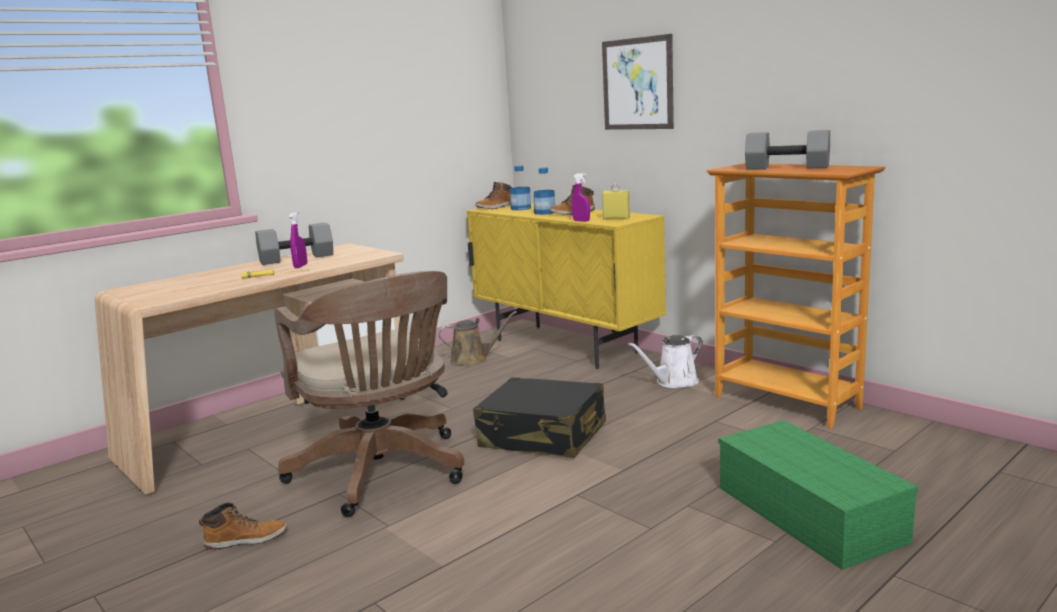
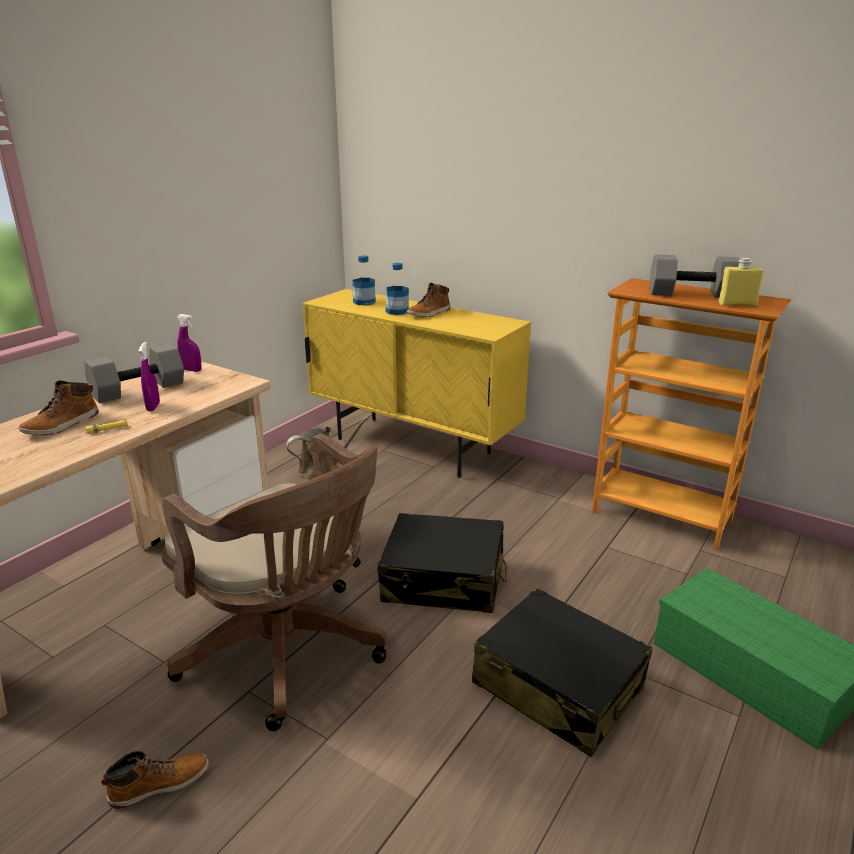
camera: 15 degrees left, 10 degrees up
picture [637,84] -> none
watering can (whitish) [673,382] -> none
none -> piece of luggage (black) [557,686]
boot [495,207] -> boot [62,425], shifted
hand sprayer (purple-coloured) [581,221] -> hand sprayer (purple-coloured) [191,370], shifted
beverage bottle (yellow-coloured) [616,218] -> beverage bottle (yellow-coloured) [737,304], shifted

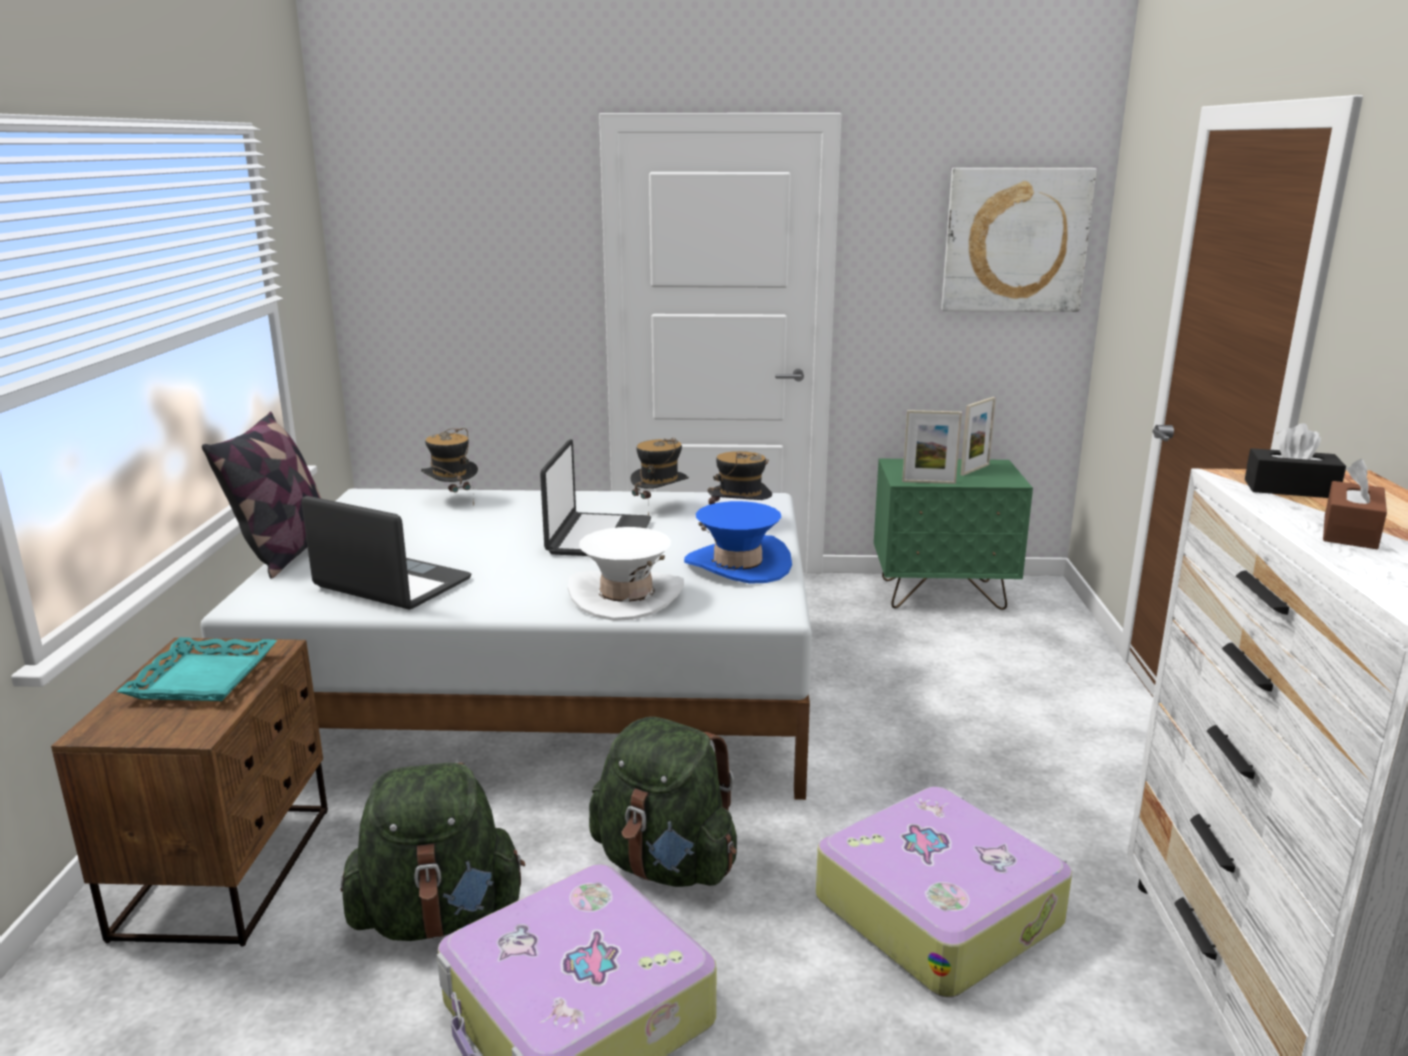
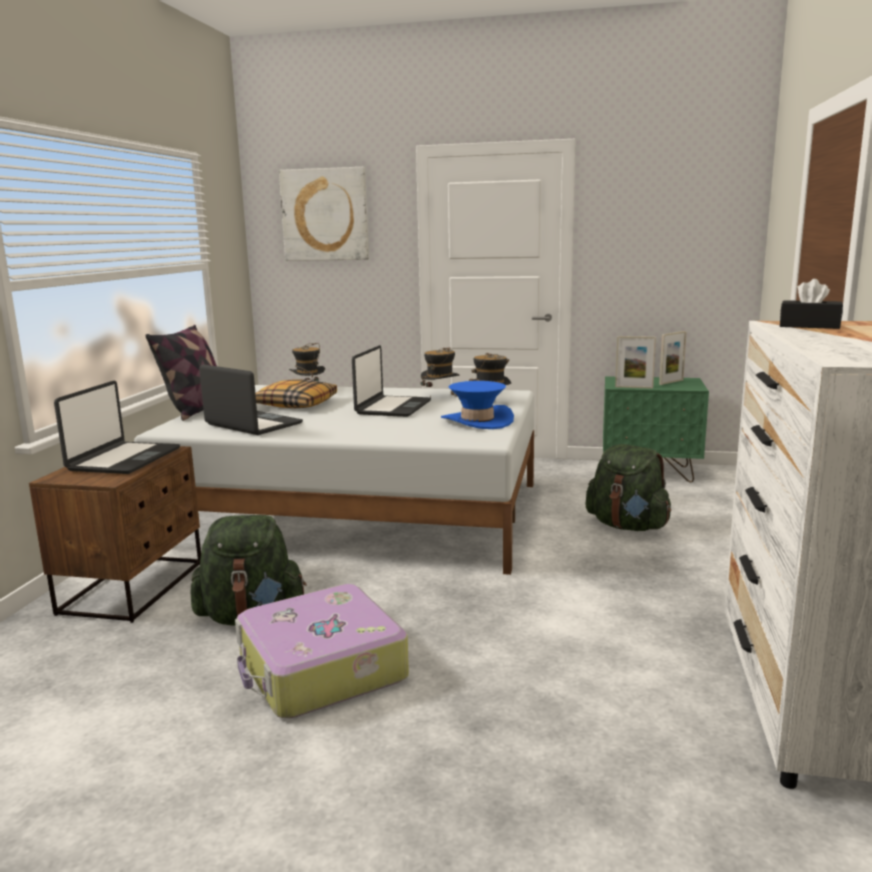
camera: 10 degrees right, 5 degrees down
clothing hat (whitish) [626,596] -> none
piece of luggage [938,909] -> none
box of tissues (brownish) [1350,532] -> none
none -> pillow [295,404]
backpack (green) [665,865] -> backpack (green) [627,526], shifted
picture [1015,240] -> picture [325,215], shifted
carrying tray (turquoise) [202,678] -> portable computer [123,459]

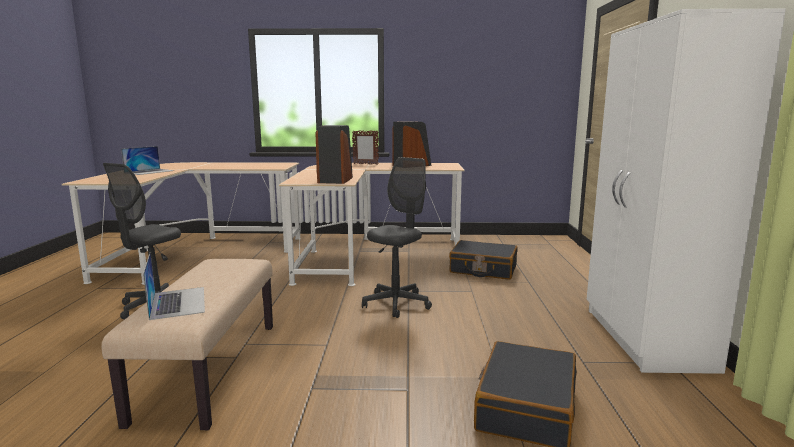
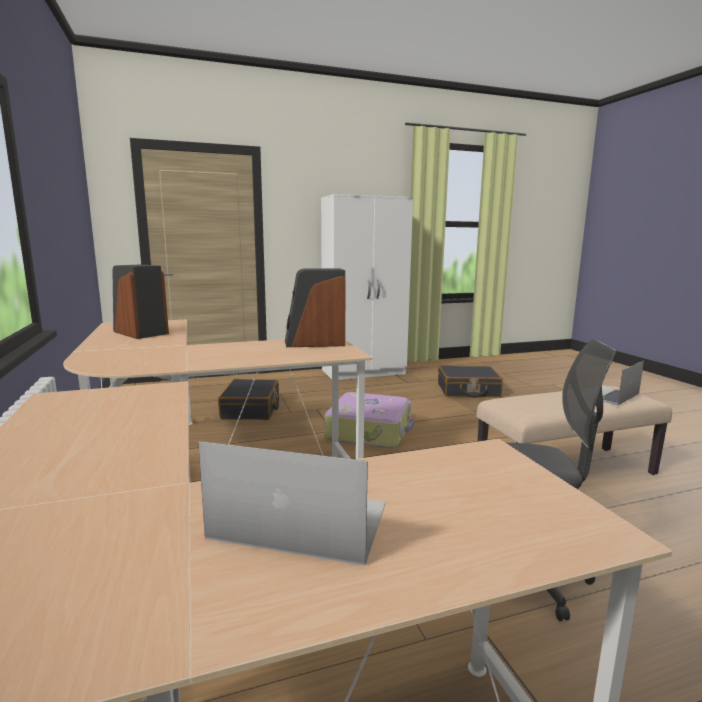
camera: 110 degrees left, 0 degrees up
standing frame [365,164] -> none
office chair (gray) [396,304] -> piece of luggage [370,431]

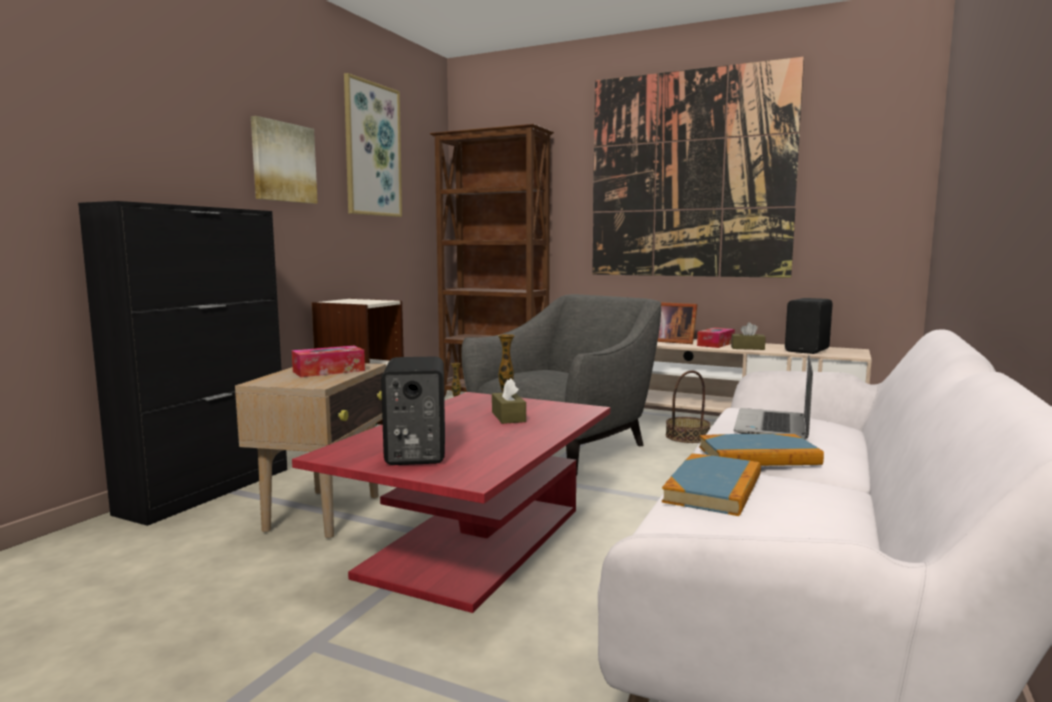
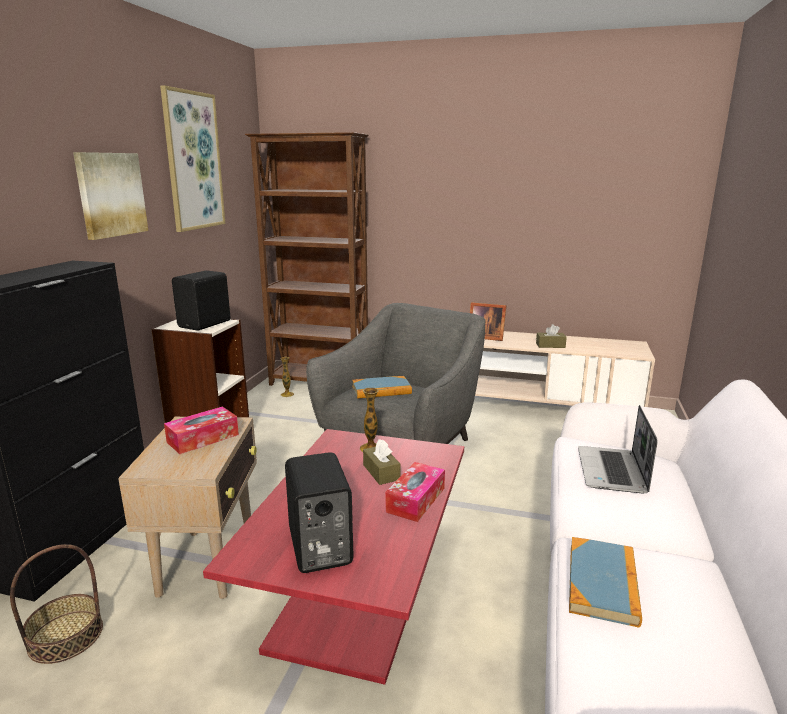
camera: 10 degrees left, 10 degrees up
picture [689,175] -> none
basket [687,437] -> basket [66,636], shifted
box of tissues [715,344] -> box of tissues [415,500], shifted
book [758,455] -> book [381,390], shifted
speaker (black) [808,350] -> speaker (black) [206,324], shifted

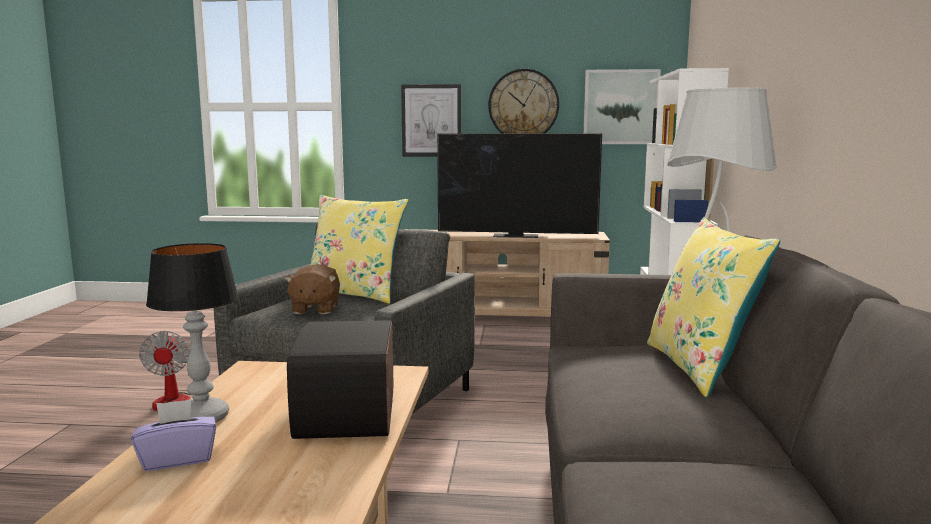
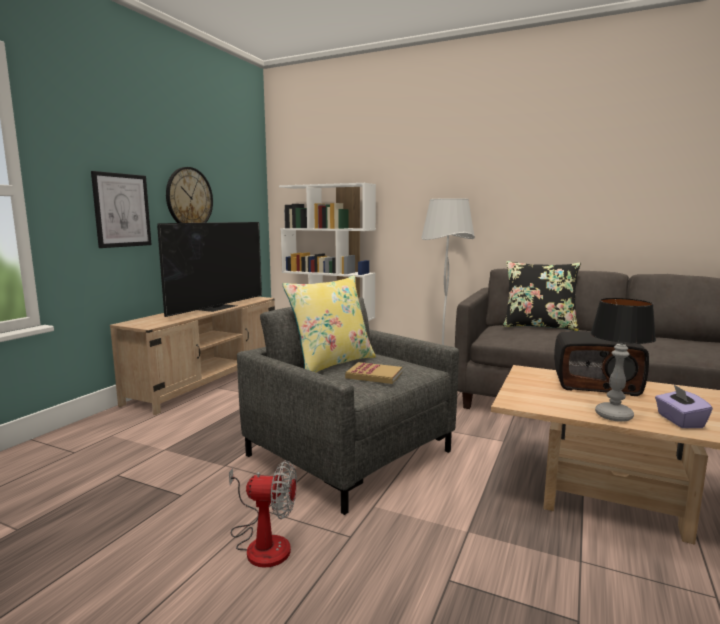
camera: 70 degrees left, 0 degrees up
picture [620,107] -> none
soft toy (brownish) [314,309] -> book [374,375]
pillow (yellow-coloured) [700,367] -> pillow (black) [539,326]

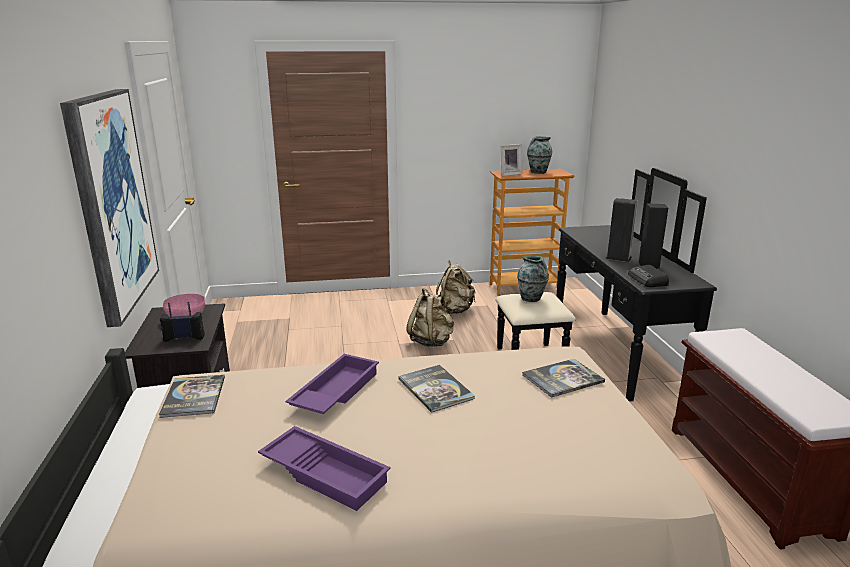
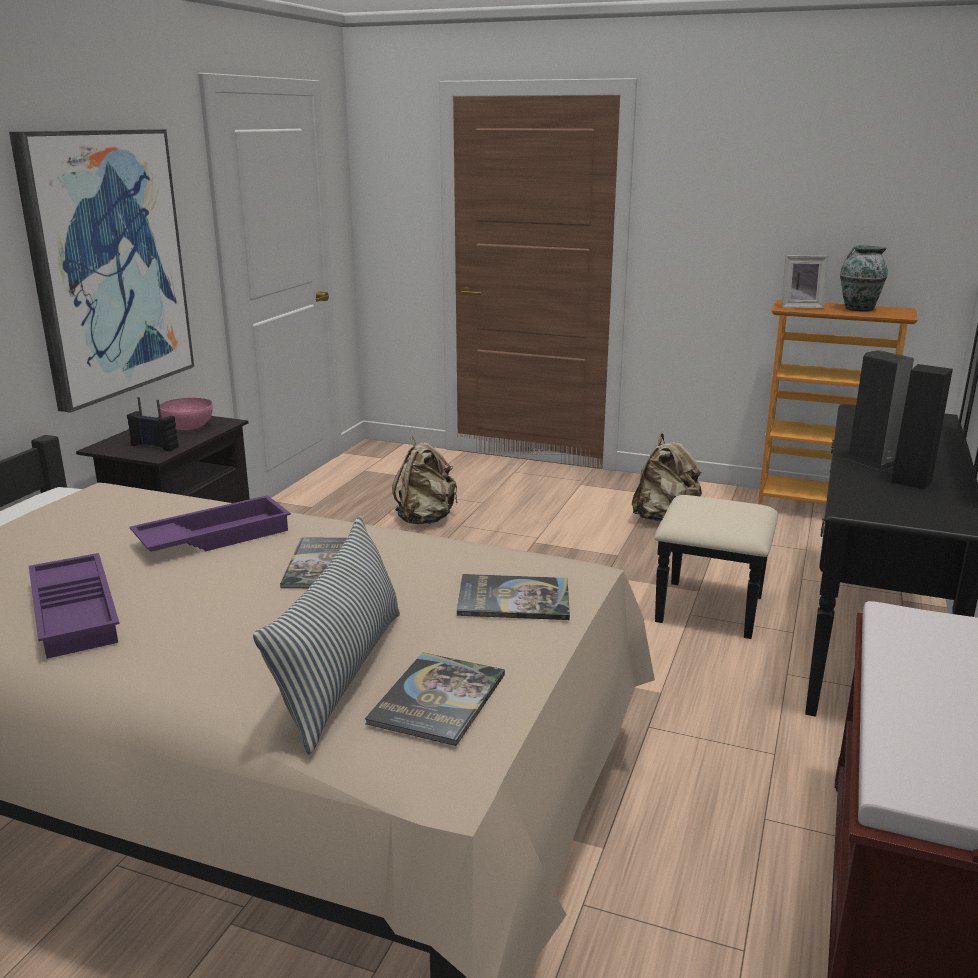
camera: 30 degrees right, 0 degrees up
vase [531,298] -> none
radio receiver [648,280] -> none
none -> pillow [341,673]
book [193,397] -> book [438,699], shifted
backpack (beige-coloured) [431,341] -> backpack (beige-coloured) [425,519], shifted

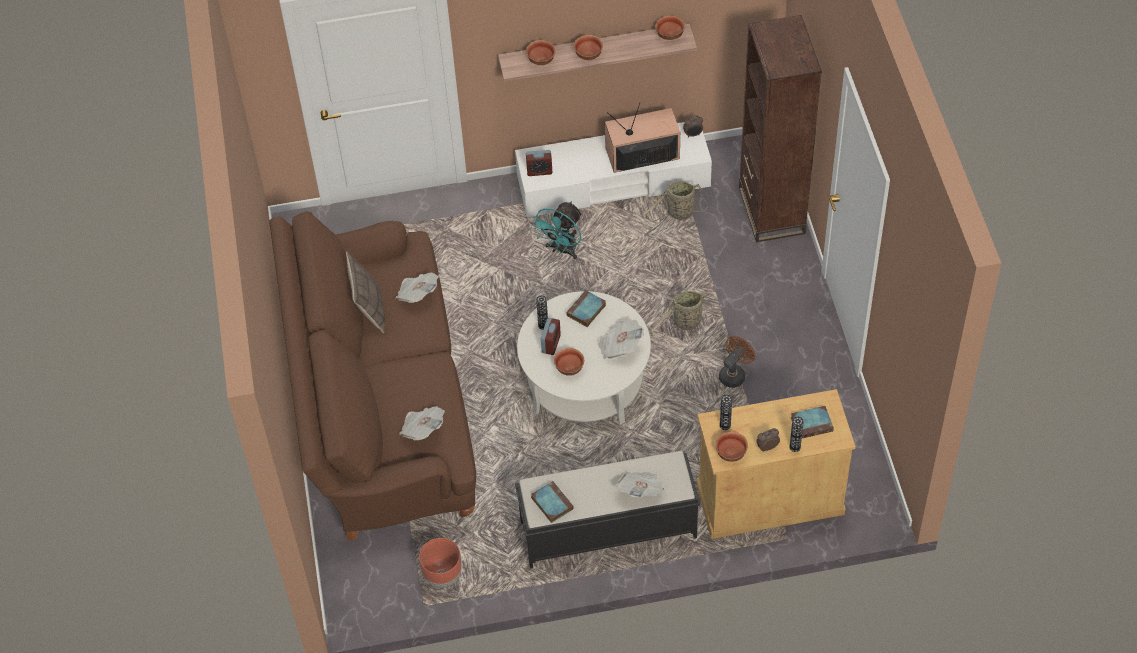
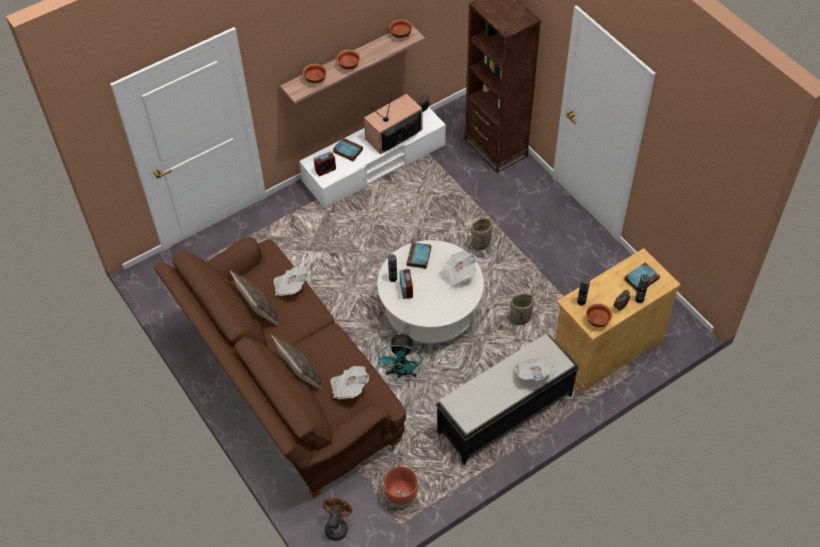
camera: 25 degrees left, 0 degrees up
bowl [569,368] -> none
none -> pillow [300,375]
electric fan (turquoise) [562,250] -> electric fan (turquoise) [401,373], shifted
book [551,503] -> book [347,151], shifted
basket [678,213] -> basket [519,319], shifted
electric fan (brownish) [734,374] -> electric fan (brownish) [337,526], shifted

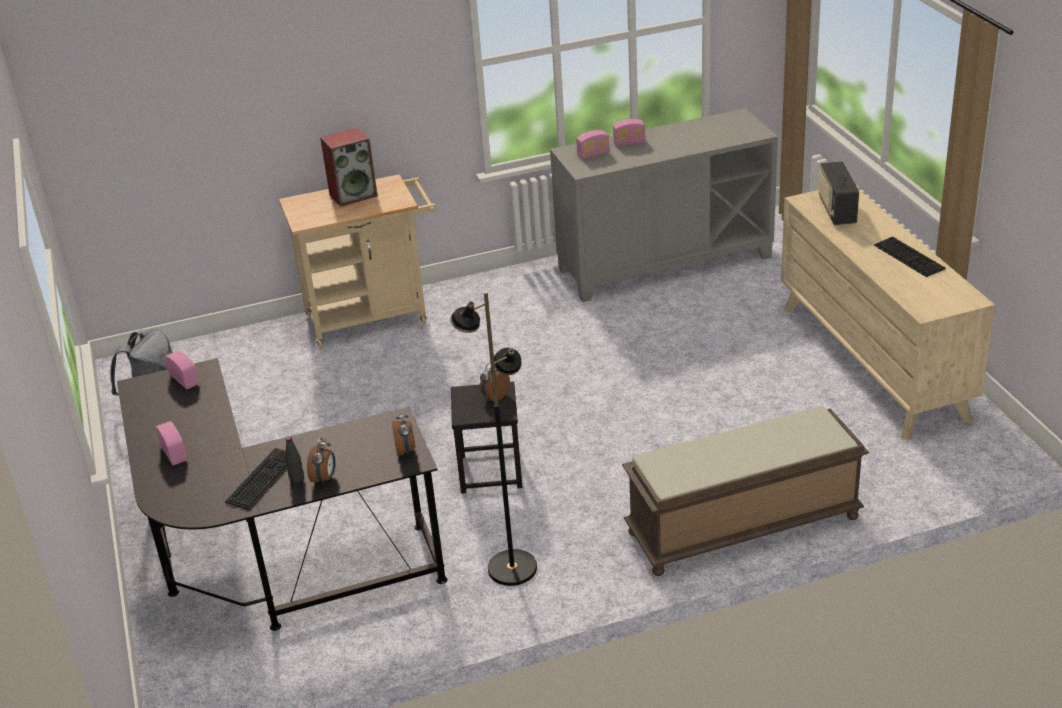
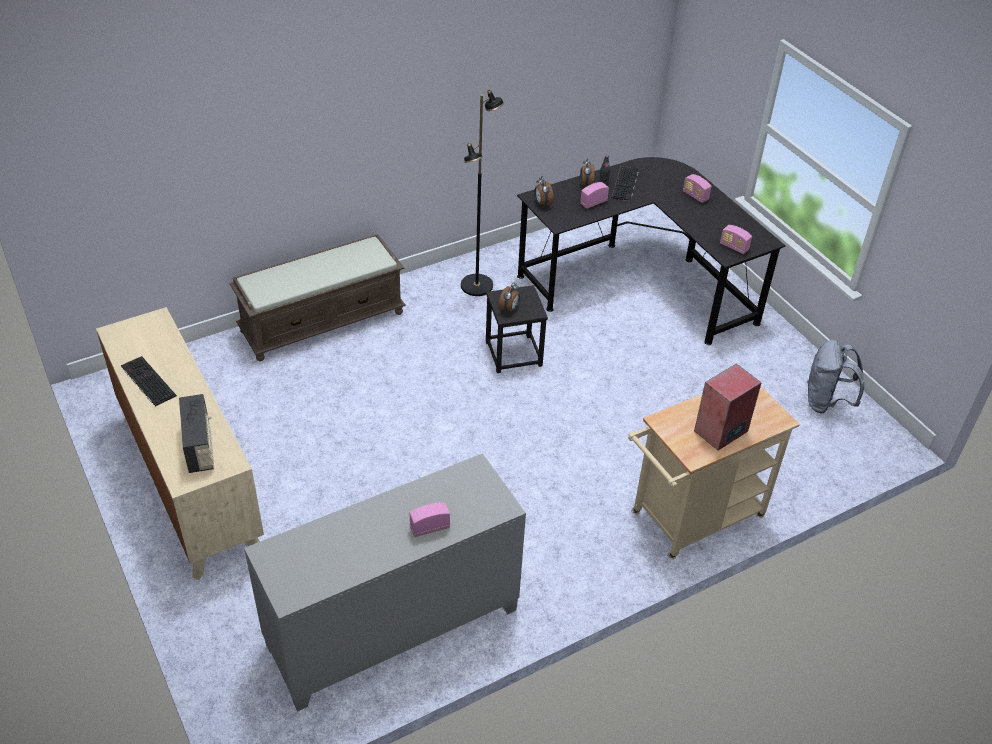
camera: 165 degrees right, 10 degrees up
radio receiver [593,154] -> radio receiver [593,203], shifted

